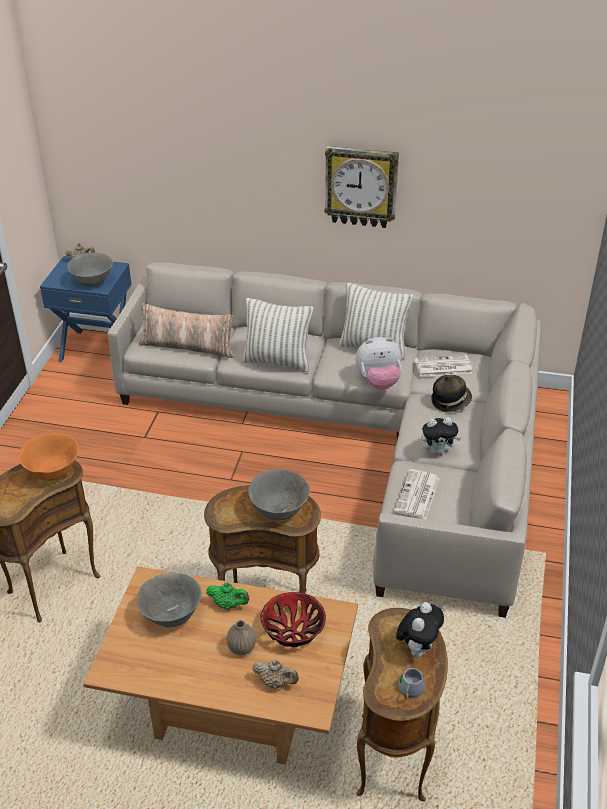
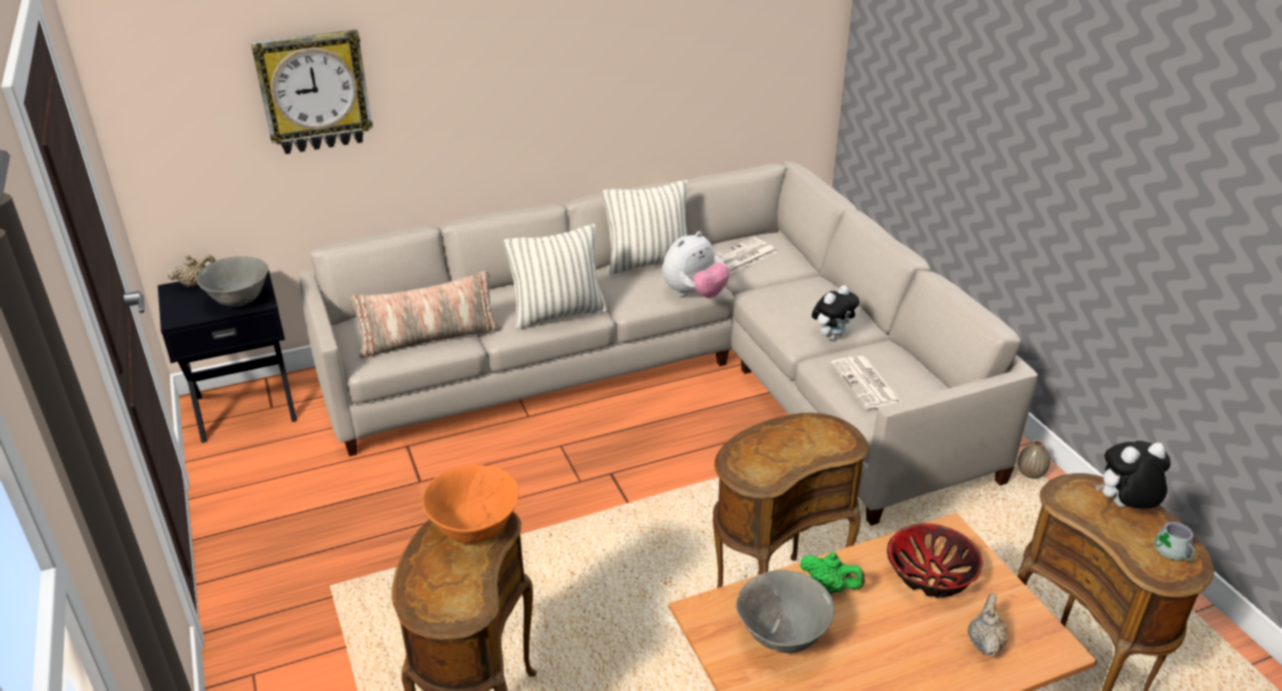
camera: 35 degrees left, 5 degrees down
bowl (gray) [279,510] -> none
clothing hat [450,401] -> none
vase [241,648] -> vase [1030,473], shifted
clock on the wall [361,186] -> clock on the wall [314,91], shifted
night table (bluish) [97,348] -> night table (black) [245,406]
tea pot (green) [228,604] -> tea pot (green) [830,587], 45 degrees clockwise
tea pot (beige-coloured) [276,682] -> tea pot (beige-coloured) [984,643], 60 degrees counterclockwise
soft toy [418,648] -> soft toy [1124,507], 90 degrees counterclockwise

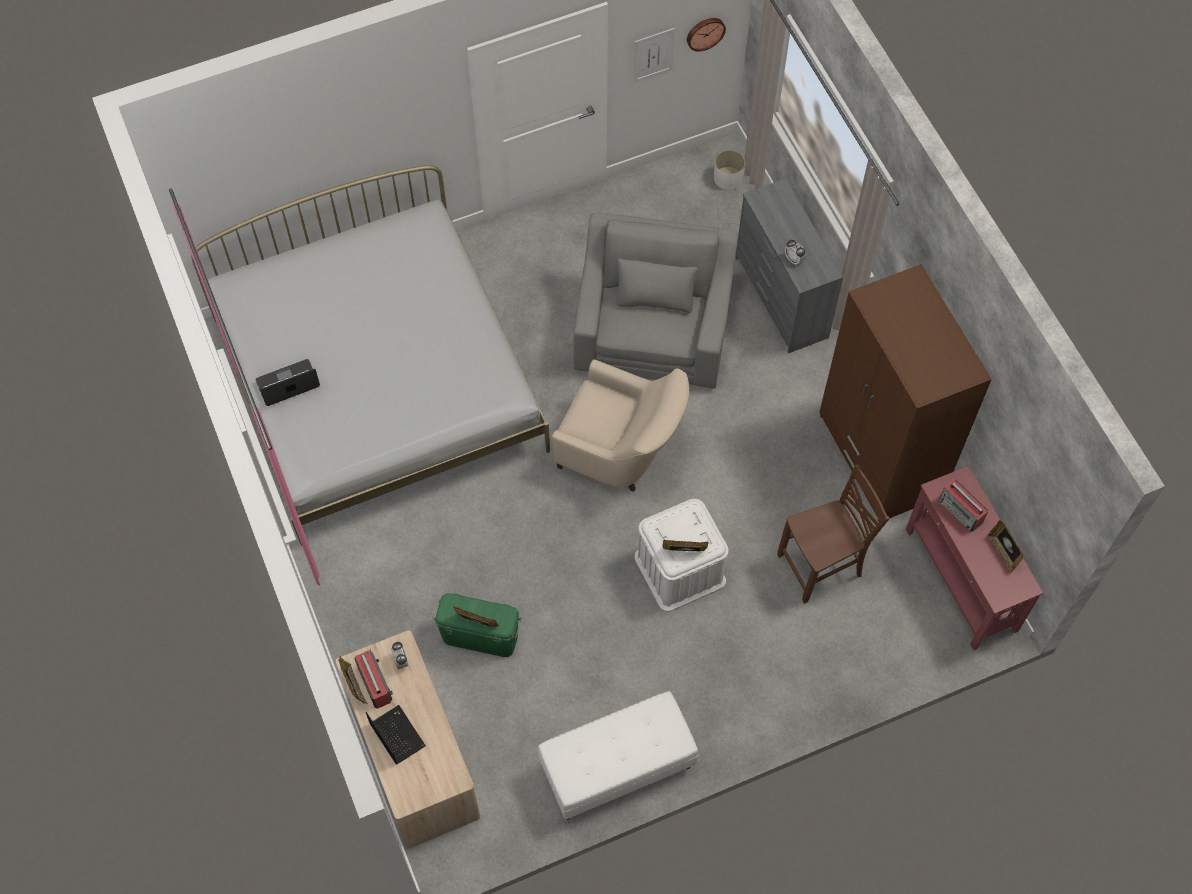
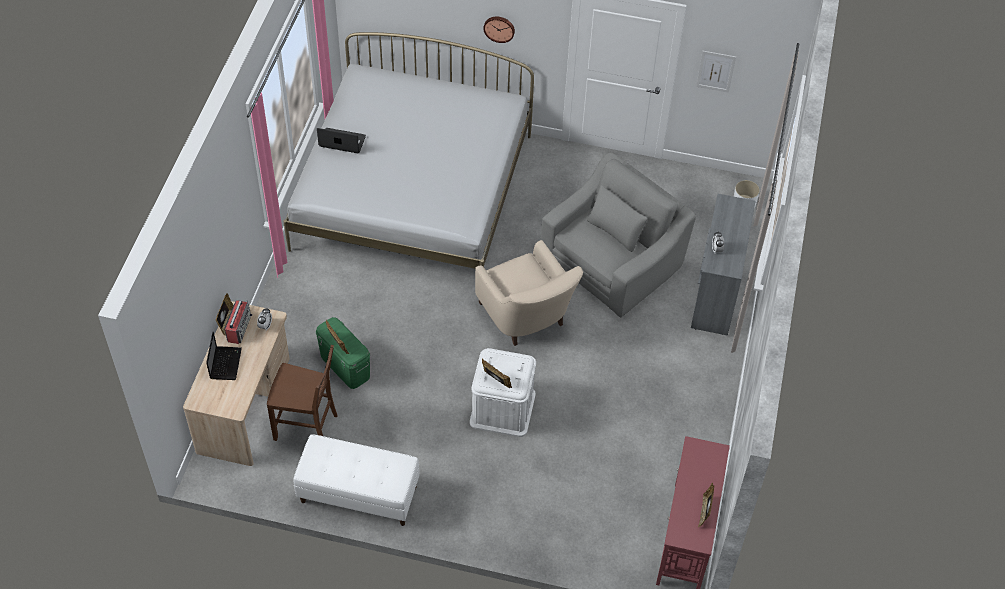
camera: 35 degrees right, 10 degrees down
wardrobe (brownish) [879,457] -> none
radio receiver [961,512] -> none
clock on the wall [705,32] -> clock on the wall [499,28], shifted
upright chair (brownish) [821,567] -> upright chair (brownish) [307,427], shifted

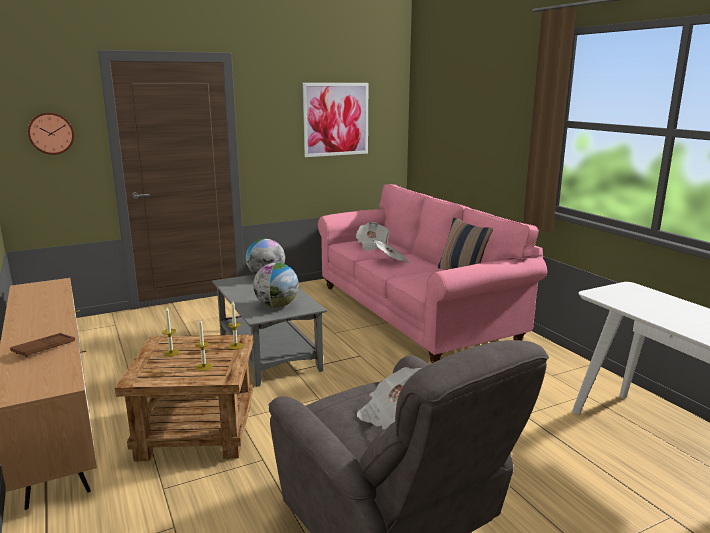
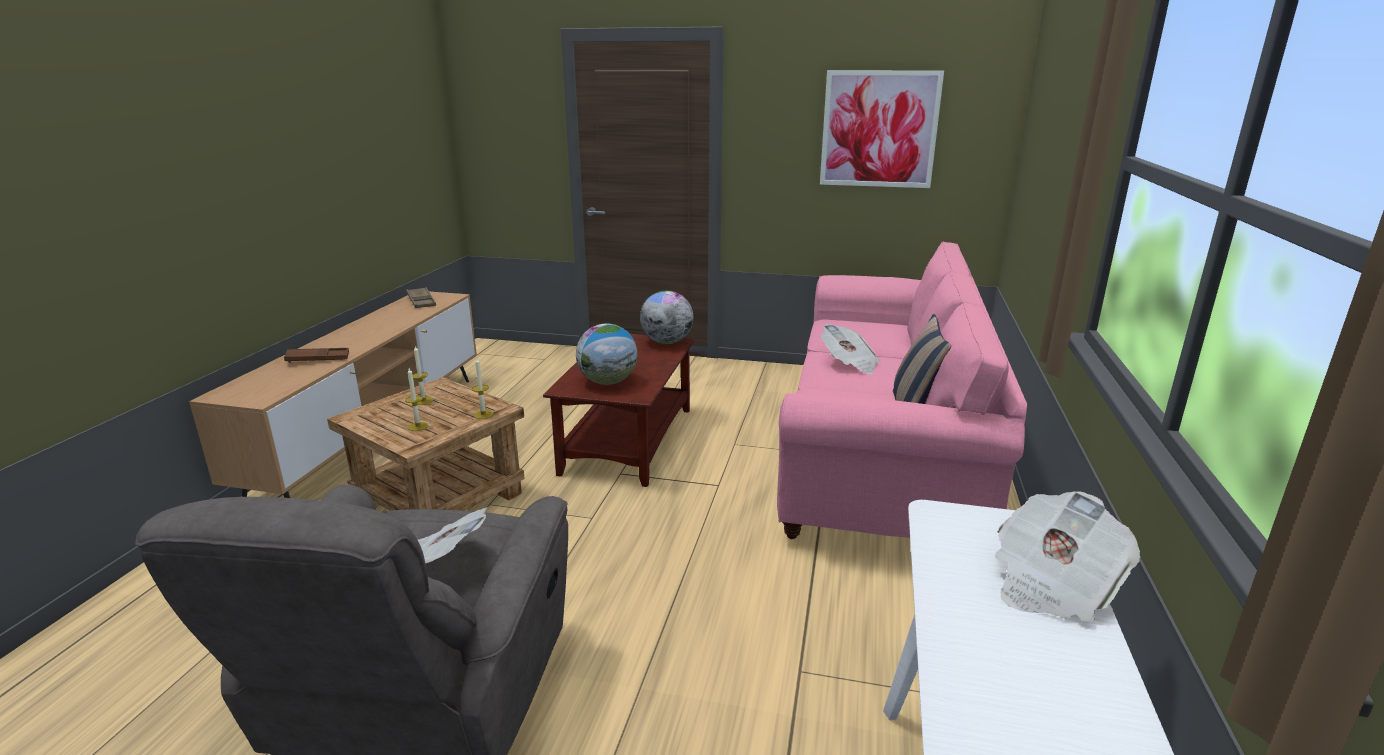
camera: 40 degrees right, 5 degrees up
clock on the wall [51,133] -> none
none -> carrying tray (brownish) [421,301]
newspaper [372,246] -> newspaper [1052,584], shifted
low table (gray) [269,352] -> low table (brownish) [628,441]

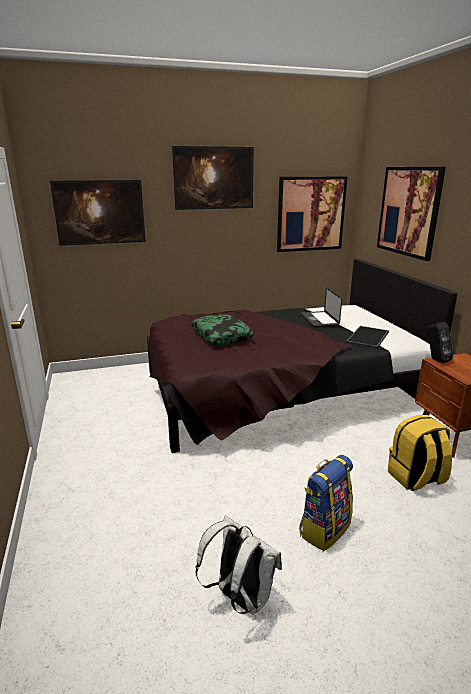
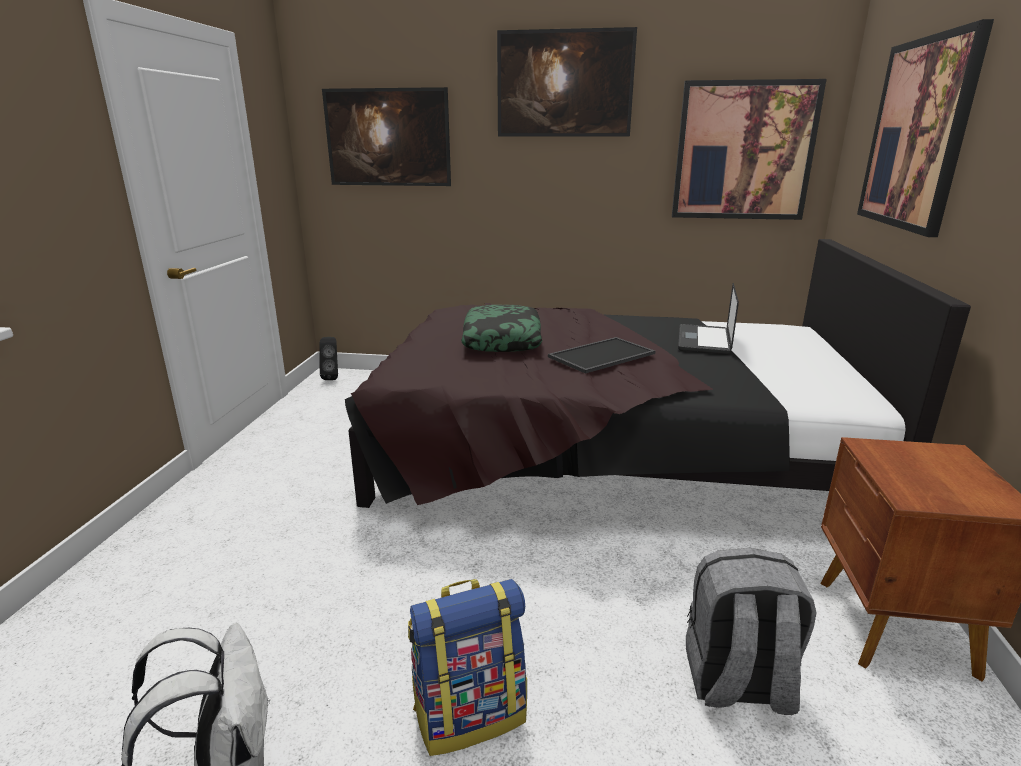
camera: 25 degrees right, 0 degrees up
carrying tray [368,337] -> carrying tray [602,356], shifted
speaker (black) [435,360] -> speaker (black) [332,377], shifted
backpack (yellow-coloured) [416,478] -> backpack (gray) [737,683]

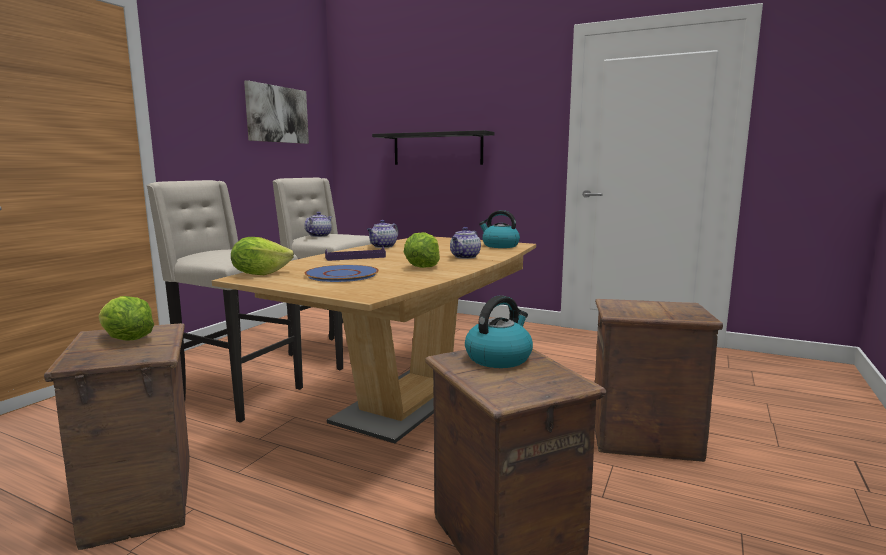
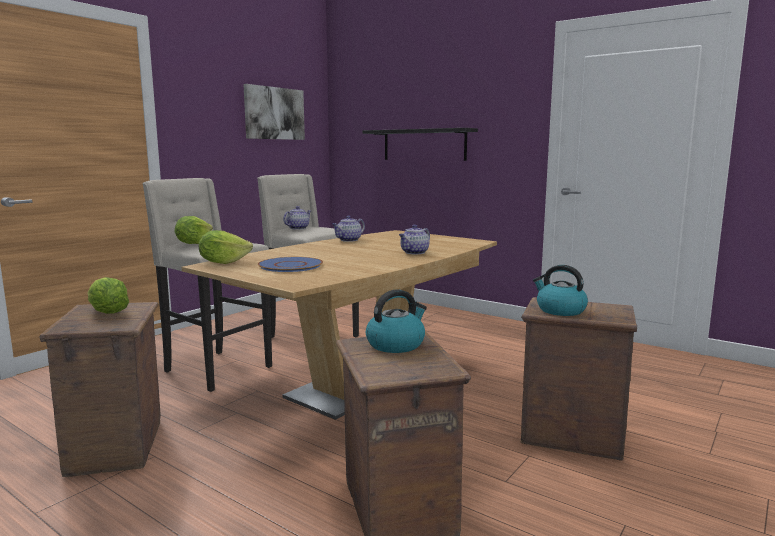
camera: 10 degrees right, 0 degrees up
carrying tray (purple-coloured) [355,257] -> none
lettuce head [423,267] -> lettuce head [194,243], shifted
water kettle [499,246] -> water kettle [559,310], shifted

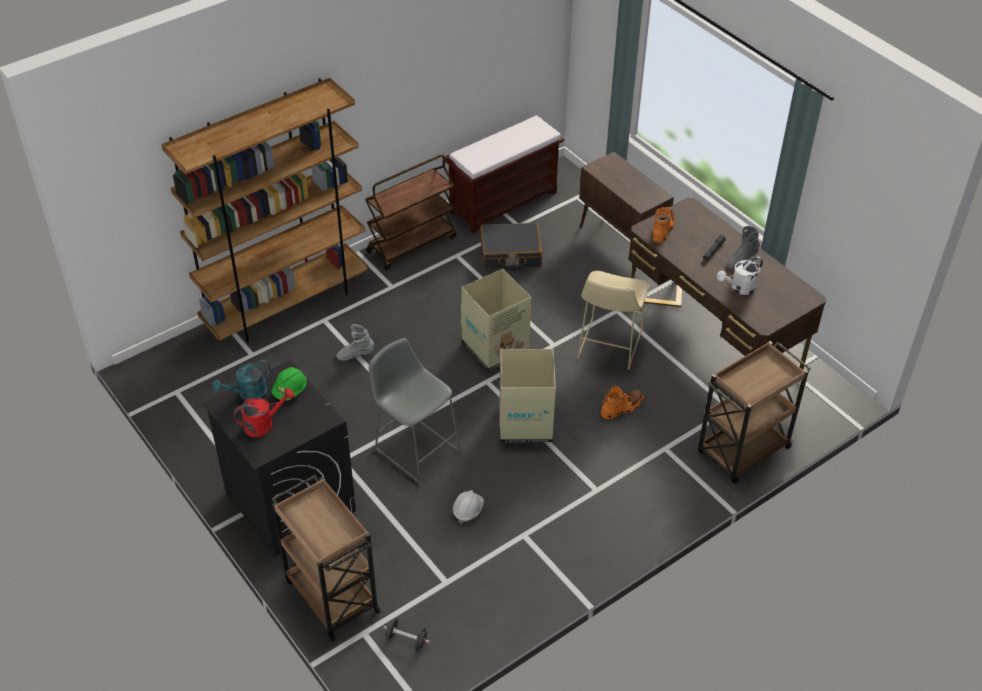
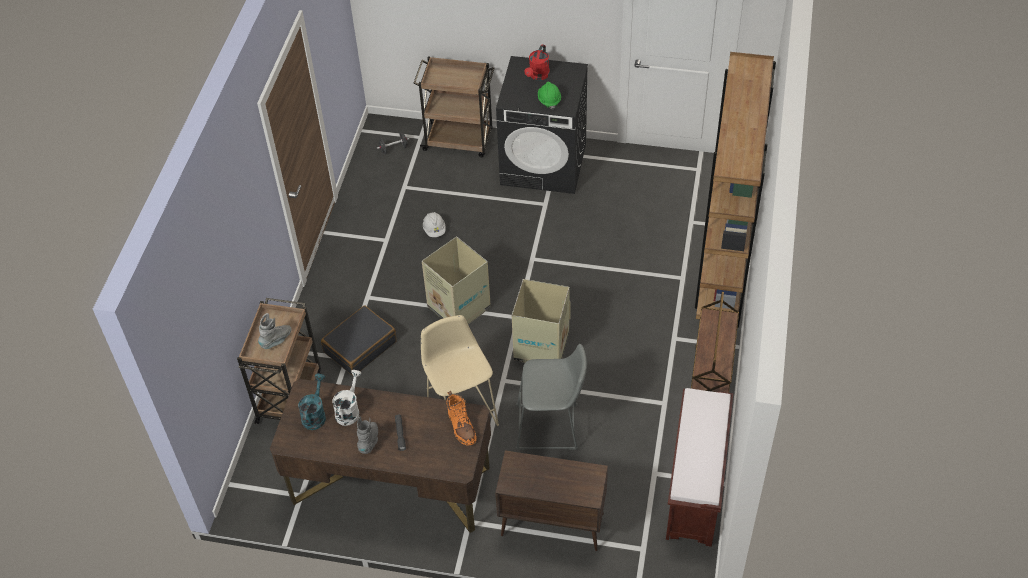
camera: 140 degrees right, 5 degrees up
boot (orange) [622,407] -> none
watering can (turquoise) [248,395] -> watering can (turquoise) [315,414], shifted
boot (gray) [355,355] -> boot (gray) [277,340], shifted
stool seat (gray) [415,448] -> stool seat (gray) [551,427], shifted
piece of luggage (black) [510,254] -> piece of luggage (black) [360,346], shifted

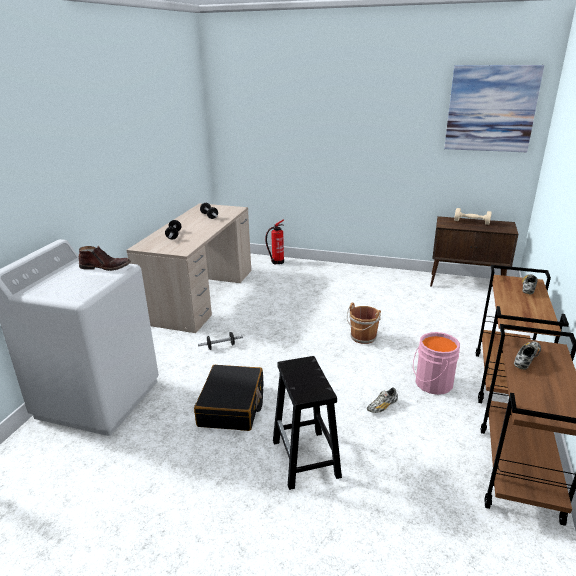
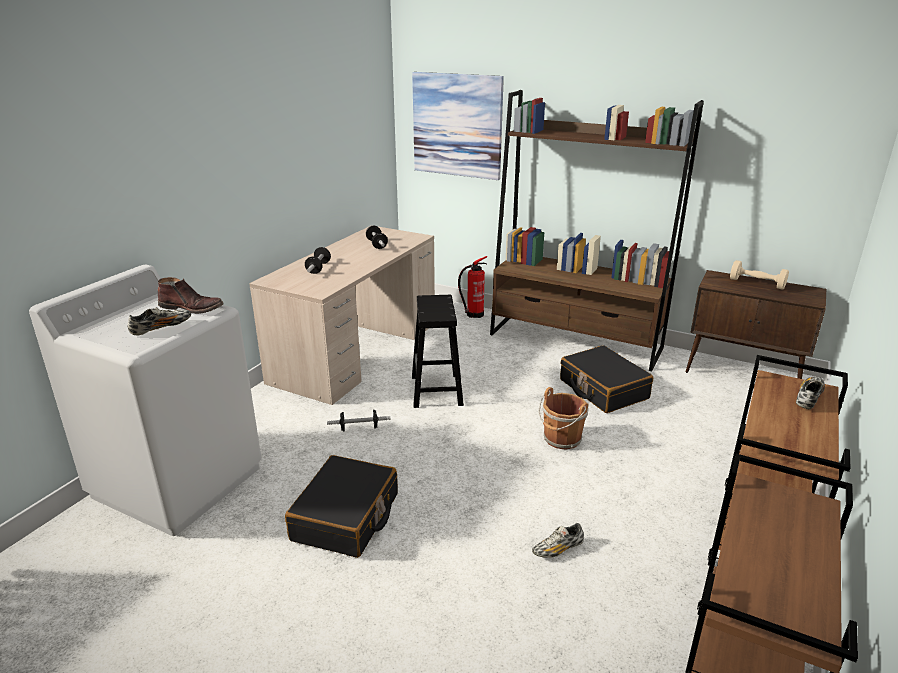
camera: 10 degrees right, 0 degrees up
water bucket (pink) [431,383] -> none
none -> bookshelf (brownish) [575,341]
none -> piece of luggage (black) [603,389]
stool seat (black) [306,459] -> stool seat (black) [437,391], shifted
picture [491,109] -> picture [457,125], shifted
item of footwear [526,359] -> item of footwear [161,328], shifted

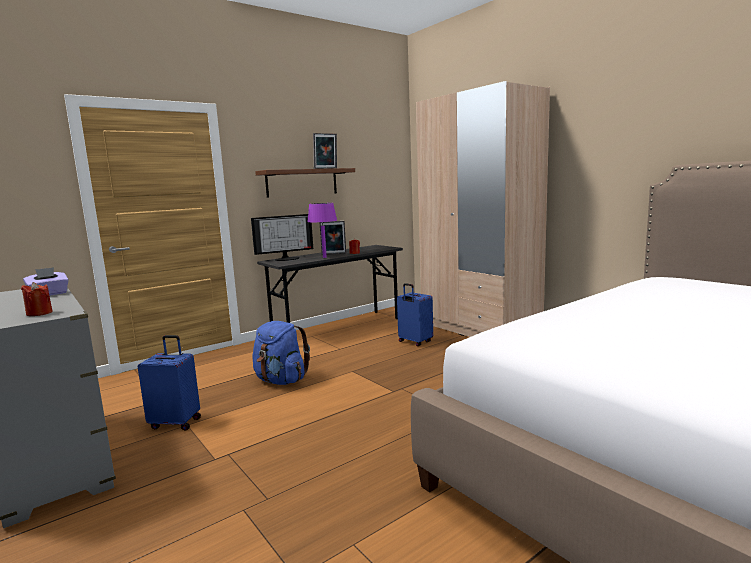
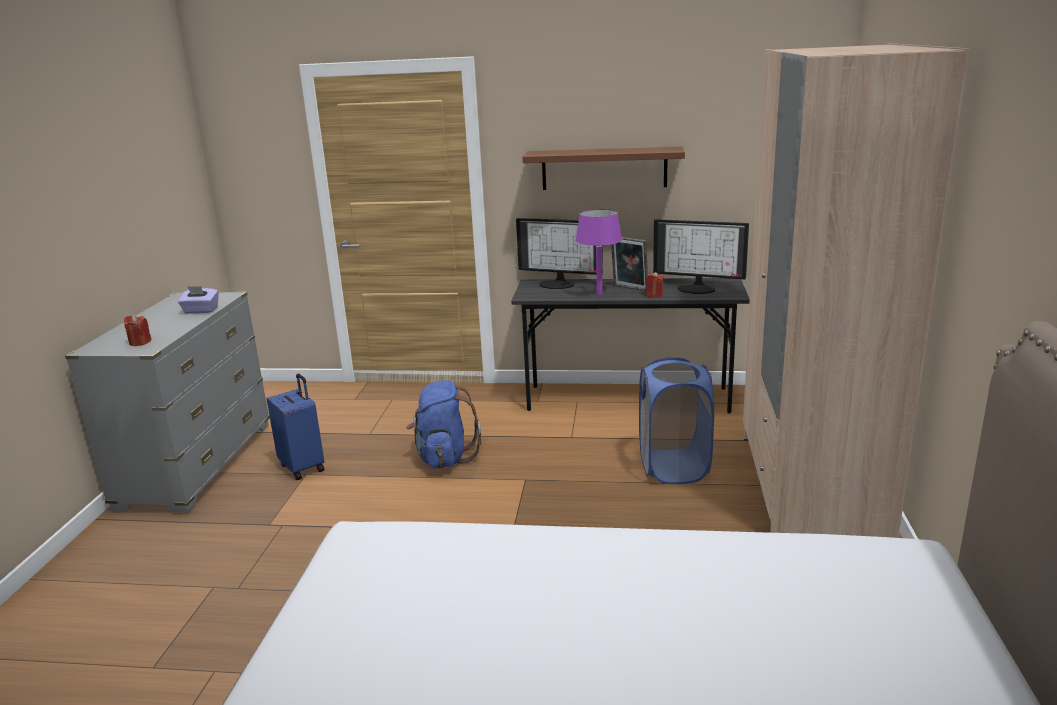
camera: 45 degrees right, 10 degrees up
standing frame [326,168] -> none
none -> computer screen [697,288]
piece of luggage (bluish) [414,342] -> washing basket (bluish) [673,467]

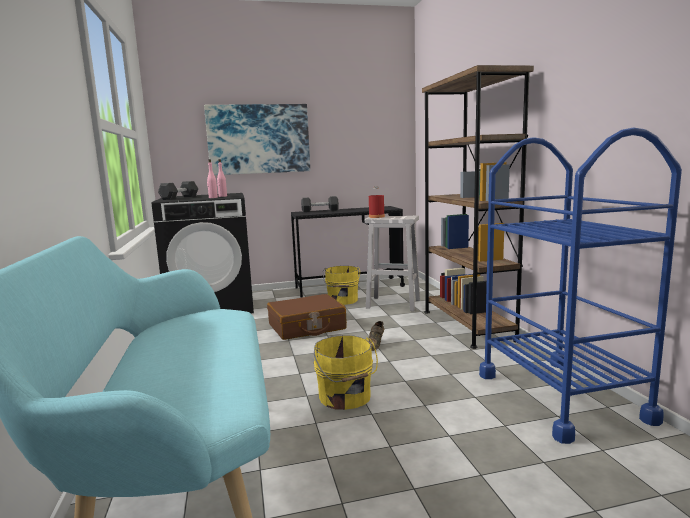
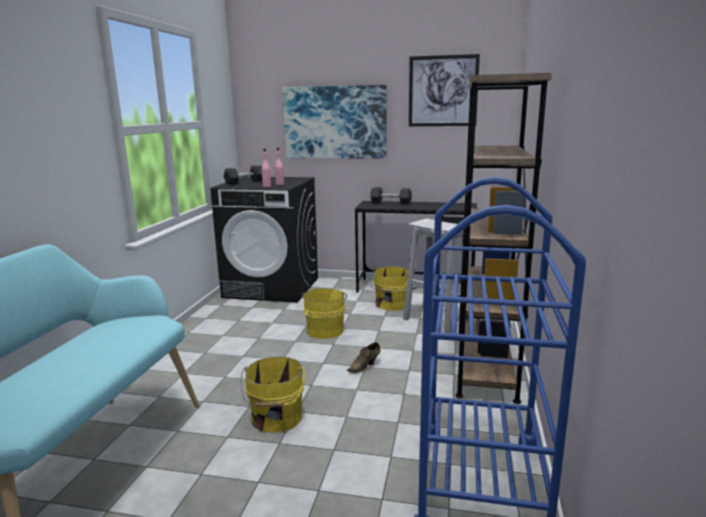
camera: 25 degrees right, 5 degrees up
beverage bottle (red-coloured) [376,217] -> none
none -> picture [443,91]
piece of luggage (brownish) [307,327] -> water bucket (yellow-coloured) [325,330]

